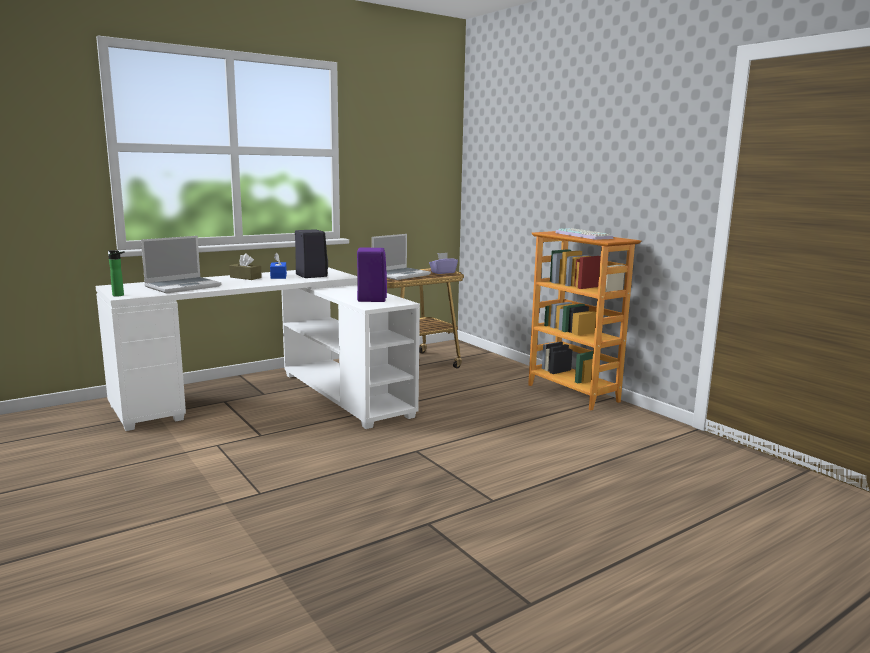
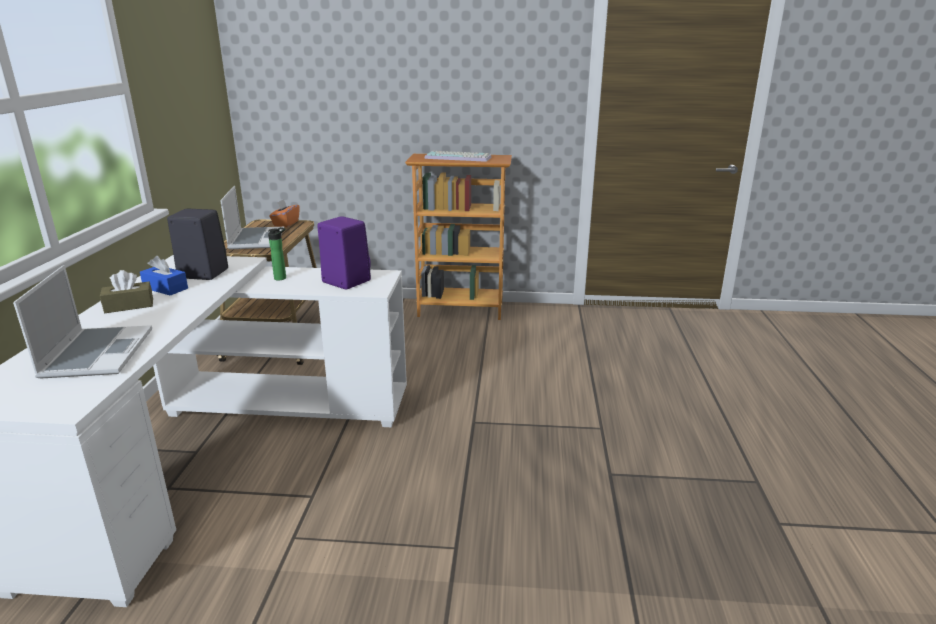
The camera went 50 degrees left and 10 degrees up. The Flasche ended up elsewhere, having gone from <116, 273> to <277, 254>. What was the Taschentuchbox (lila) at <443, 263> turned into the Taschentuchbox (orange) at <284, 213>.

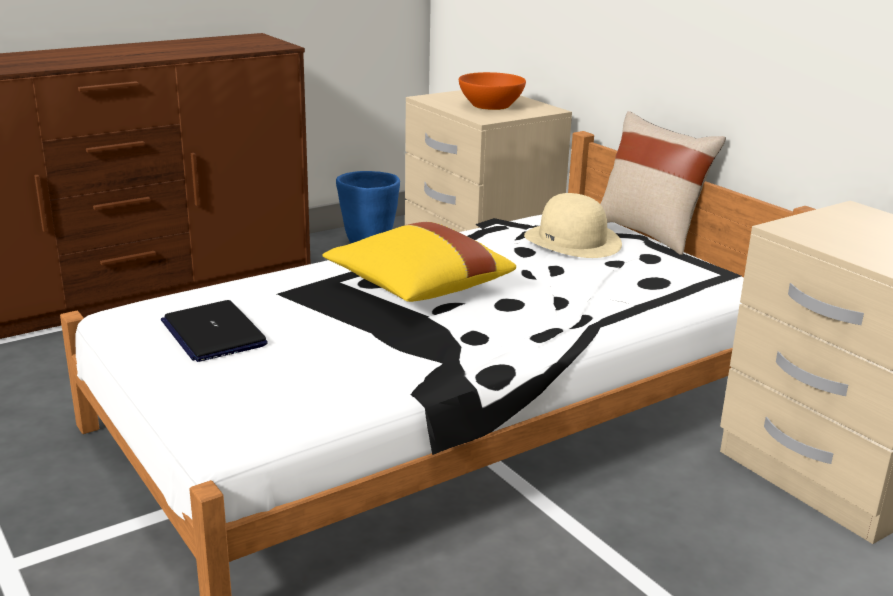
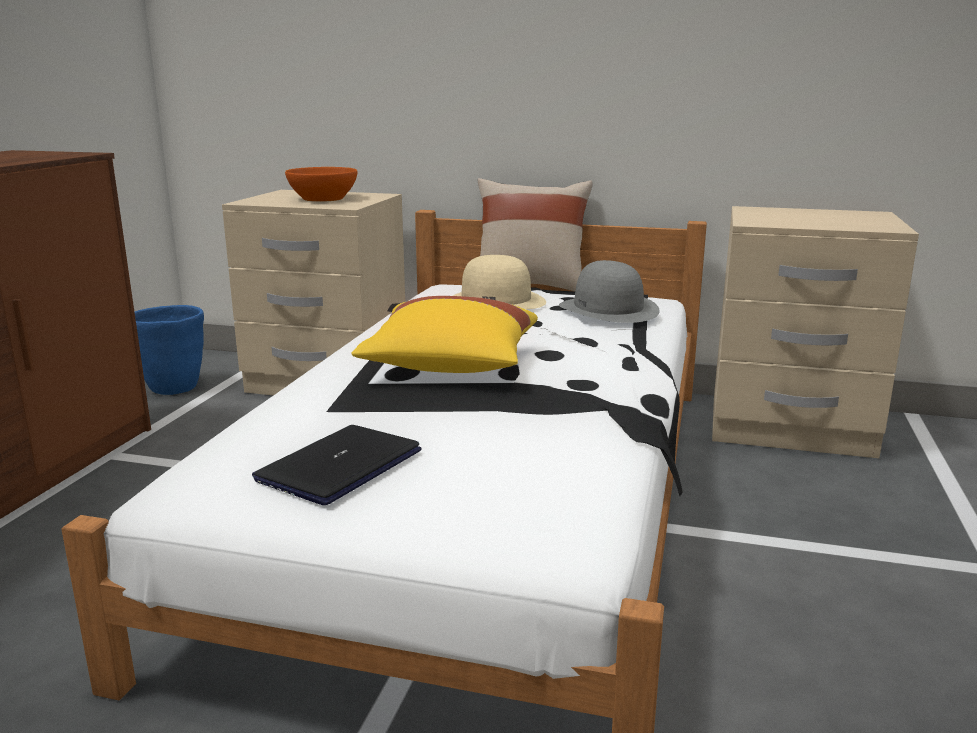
The camera went 40 degrees left and 5 degrees down. The second view gained the Hut (grau) at <609, 291>. The Laptop at <214, 331> ended up facing another way, 105 degrees clockwise from before.

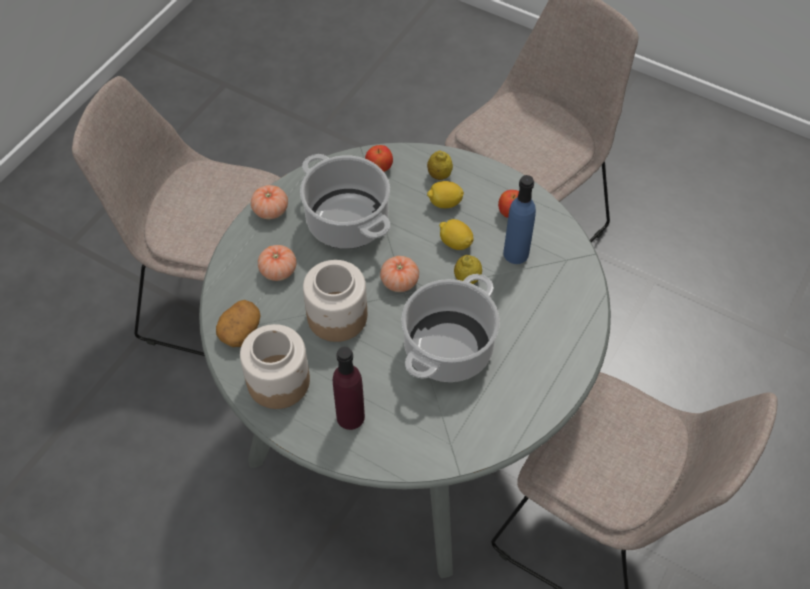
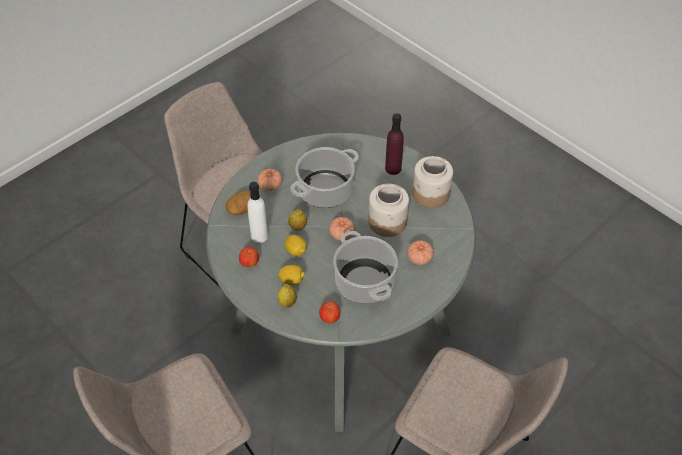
The camera went 165 degrees left and 5 degrees down. The Kartoffel ended up elsewhere, having gone from <238, 323> to <238, 202>. The Tomate ended up elsewhere, having gone from <269, 202> to <269, 180>. What was the Flasche (blau) at <519, 219> turned into the Flasche (weiß) at <257, 212>.

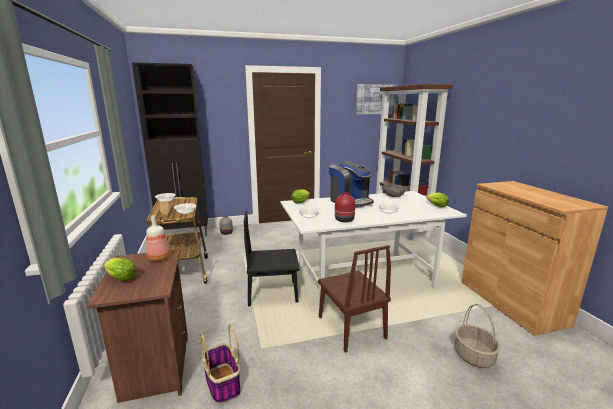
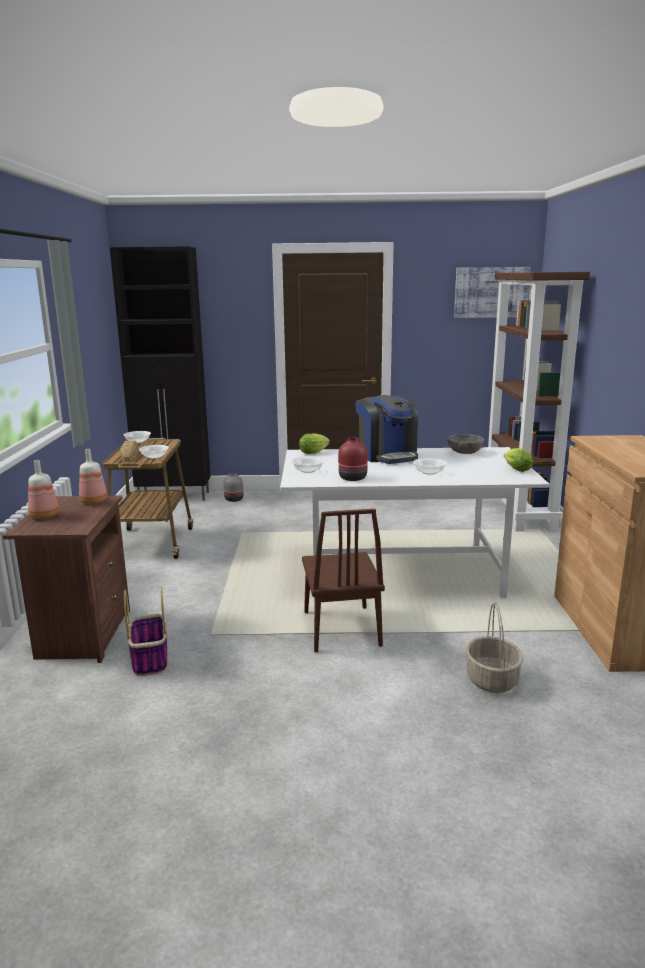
The camera went 15 degrees right and 0 degrees up. The second view lost the Stuhl (schwarz) at <272, 258>. Where the Salatkopf stood at <120, 269>, the Flasche came to stand at <43, 489>.

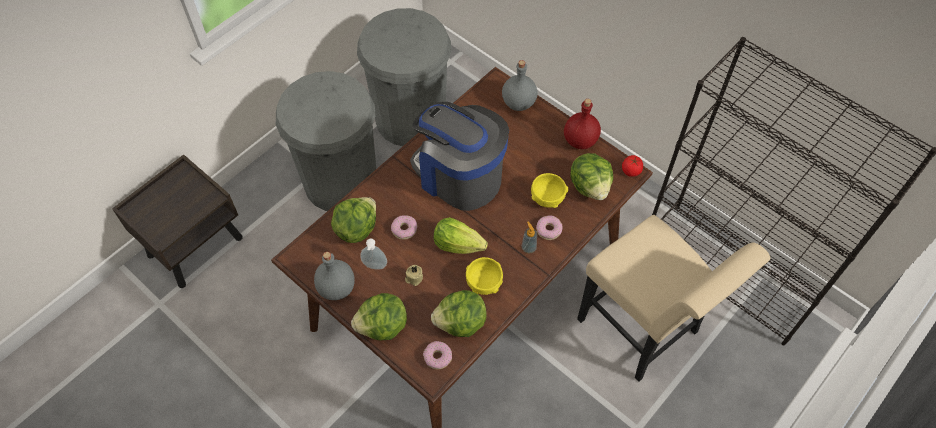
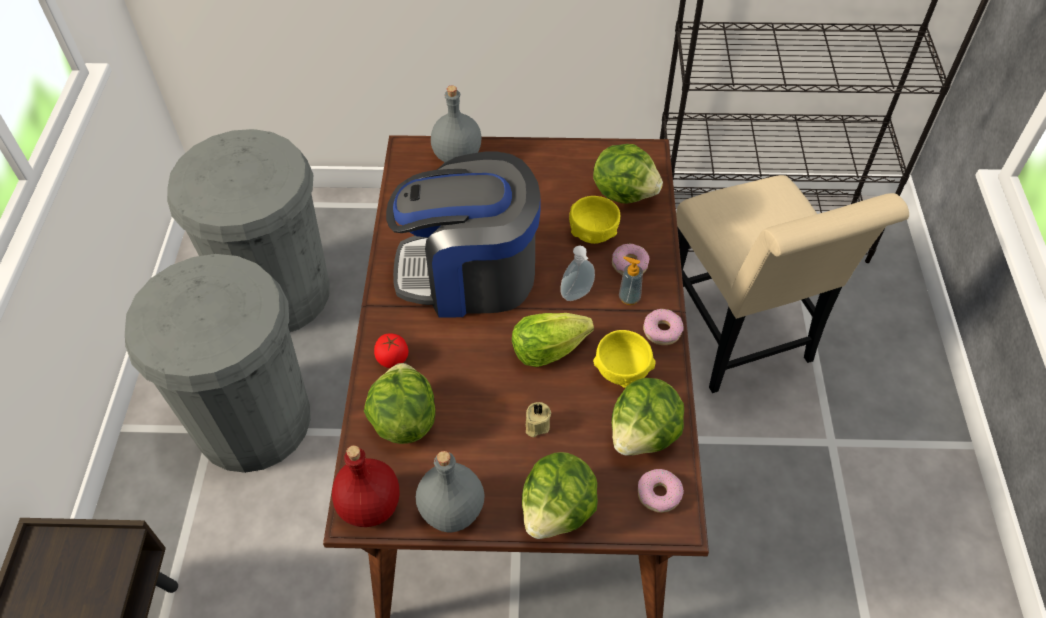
The camera went 40 degrees left and 5 degrees down. The Seifenspender ended up elsewhere, having gone from <373, 254> to <578, 273>. The Donut ended up elsewhere, having gone from <404, 227> to <663, 327>. The Flasche (rot) ended up elsewhere, having gone from <582, 124> to <366, 486>. The Tomate ended up elsewhere, having gone from <632, 166> to <391, 350>. The Stuhl (beige) at <673, 298> ended up facing another way, 60 degrees clockwise from before.

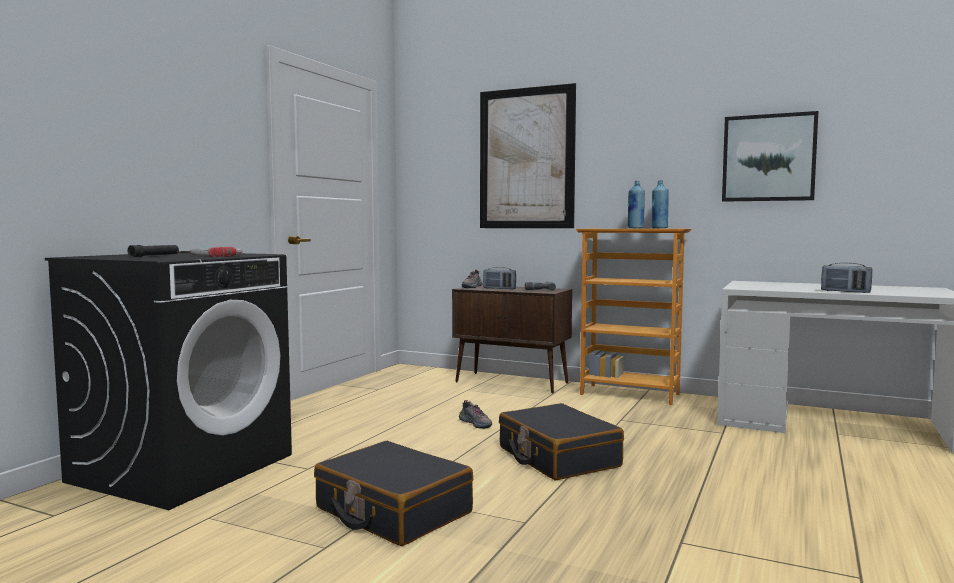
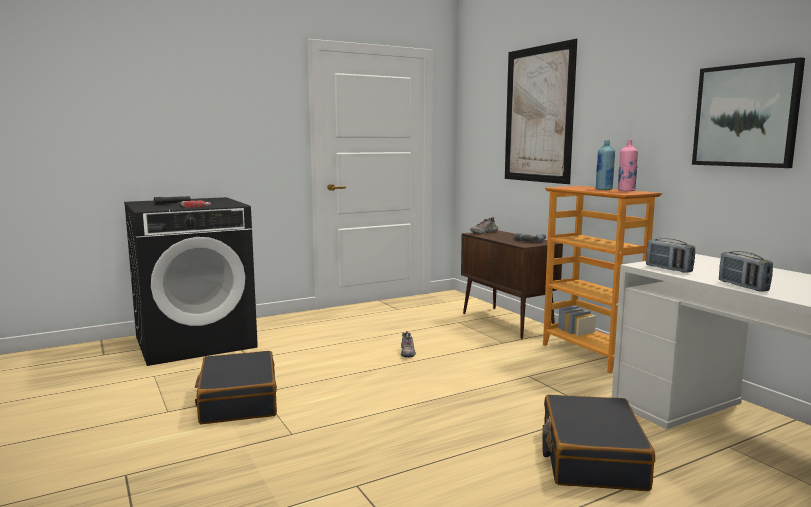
The camera went 35 degrees right and 5 degrees up. The Radio ended up elsewhere, having gone from <499, 278> to <670, 255>. The Koffer (schwarz) ended up elsewhere, having gone from <561, 441> to <598, 442>. What was the Flasche (blau) at <660, 204> turned into the Flasche (rosa) at <628, 165>.

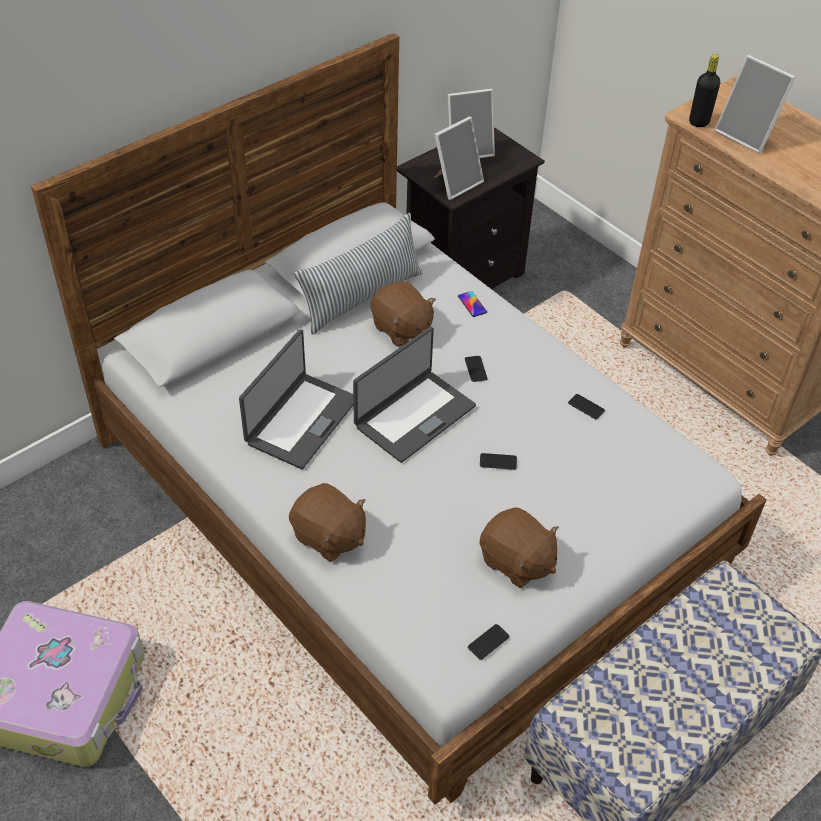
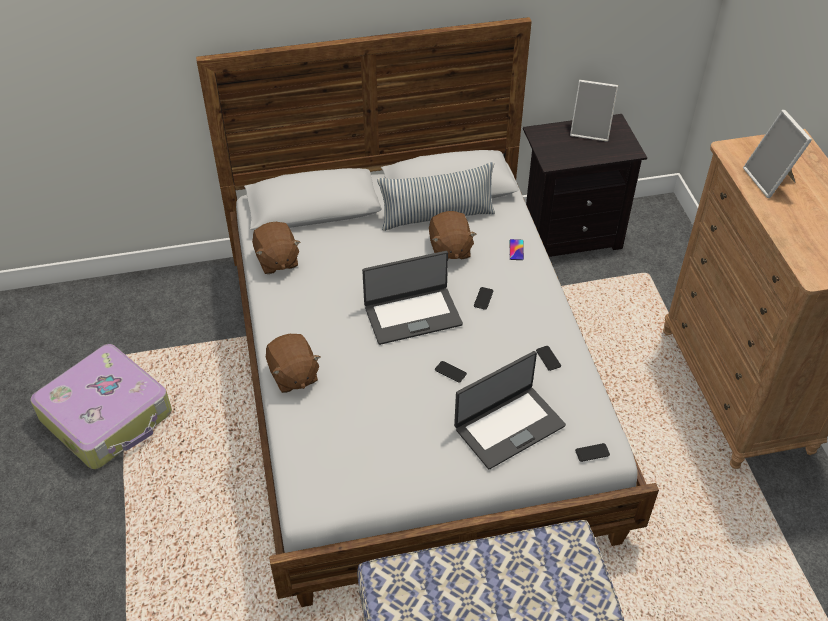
The camera went 30 degrees right and 0 degrees up. The second view lost the Bilderrahmen at <459, 158>. The second view lost the Flasche (schwarz) at <704, 90>. The Laptop ended up elsewhere, having gone from <296, 399> to <510, 410>. The Handy ended up elsewhere, having gone from <488, 642> to <592, 452>. The Plüschtier (braun) ended up elsewhere, having gone from <519, 548> to <276, 248>.

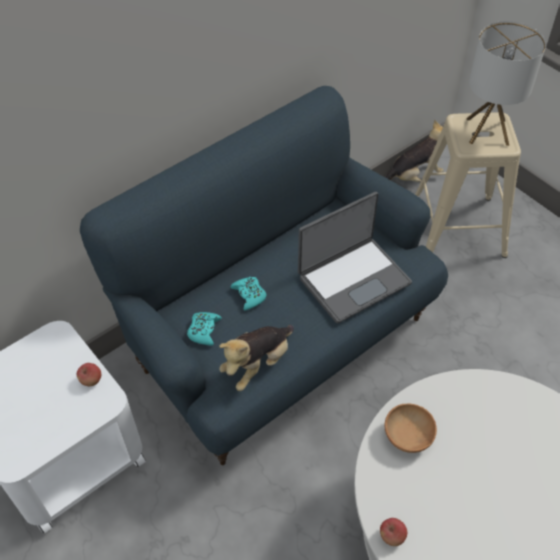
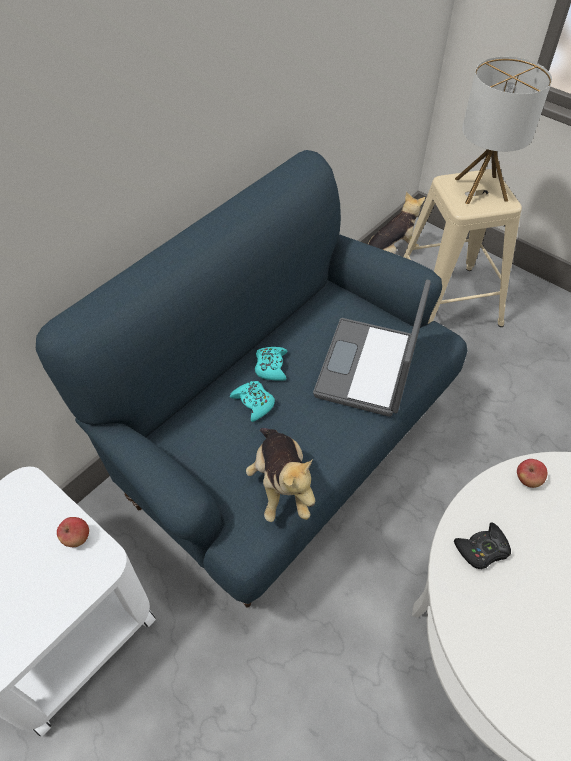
The camera went 10 degrees left and 0 degrees up. The Gamepad (türkis) ended up elsewhere, having gone from <204, 329> to <271, 364>. The Apfel ended up elsewhere, having gone from <393, 532> to <532, 473>. Where the Schüssel (braun) stood at <411, 428>, the Gamepad (schwarz) came to stand at <482, 546>. The Plüschtier at <256, 358> ended up facing another way, 45 degrees counterclockwise from before. The Laptop at <355, 257> ended up facing another way, 150 degrees clockwise from before.

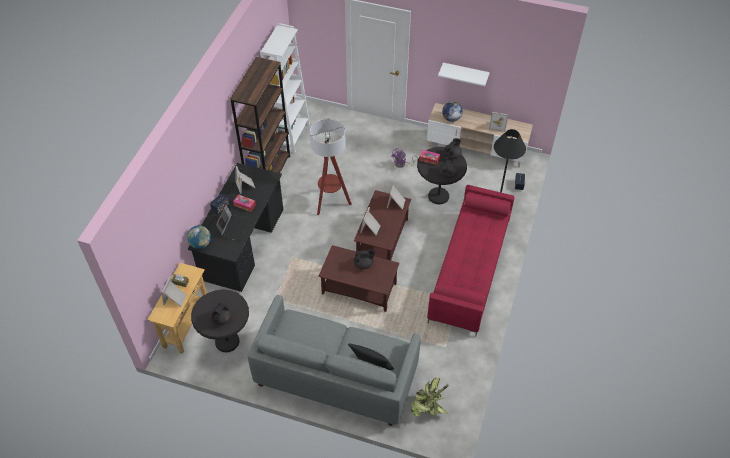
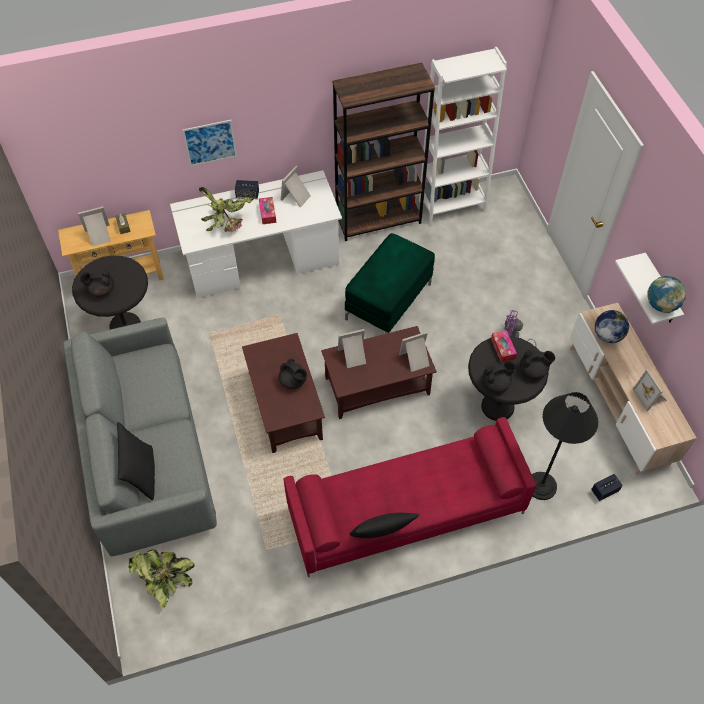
The camera went 55 degrees right and 5 degrees up. The second view gained the Bild at <210, 143>. The second view gained the Kissen (schwarz) at <384, 525>. The Globus ended up elsewhere, having gone from <199, 237> to <666, 294>. Where the Laptop stood at <232, 222>, the Topfpflanze came to stand at <226, 209>. Where the Stehlampe stood at <331, 166>, the Polsterhocker (grün) came to stand at <390, 283>. What was the Schreibtisch (schwarz) at <235, 227> turned into the Schreibtisch (weiß) at <256, 234>.

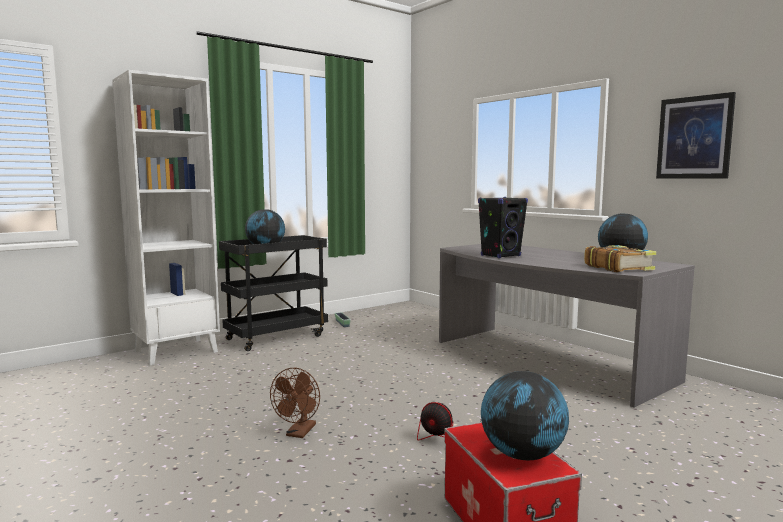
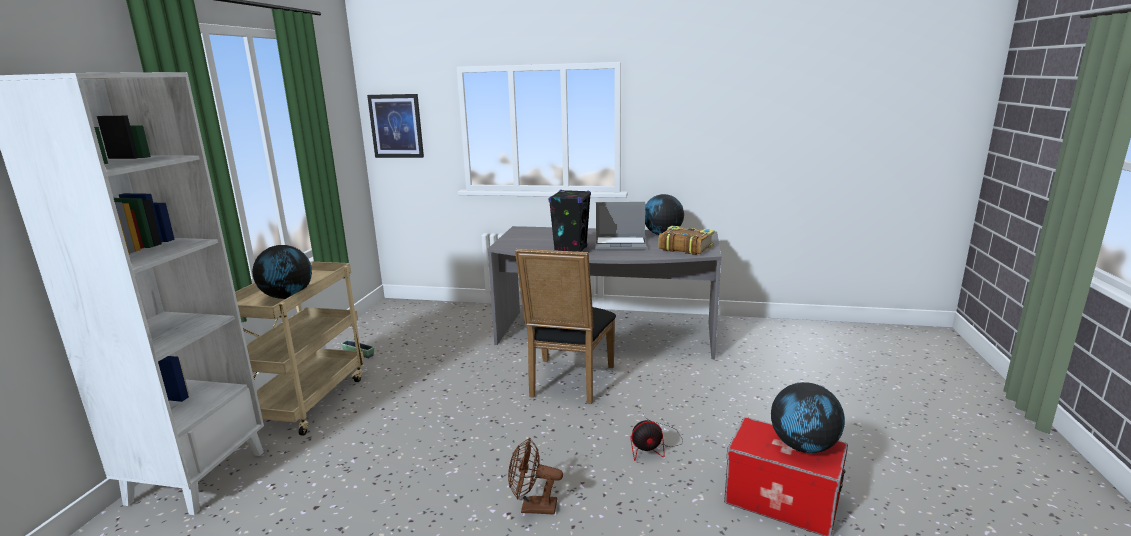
The camera went 40 degrees left and 10 degrees up. The second view gained the Stuhl (schwarz) at <565, 326>. The second view gained the Laptop at <621, 226>. The Bild ended up elsewhere, having gone from <696, 135> to <395, 126>. What was the Rollwagen (schwarz) at <273, 293> turned into the Rollwagen (beige) at <299, 348>. The Ventilator (braun) at <295, 403> ended up facing another way, 120 degrees clockwise from before.

